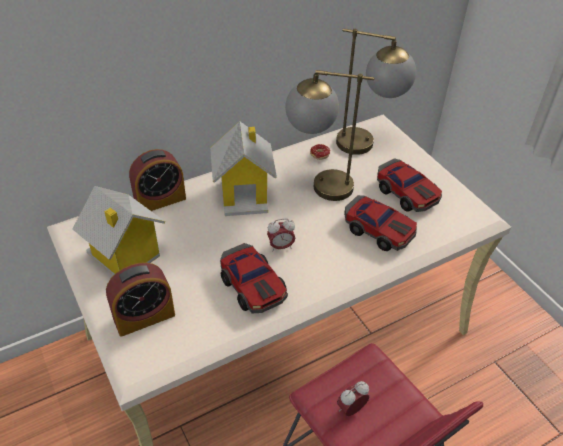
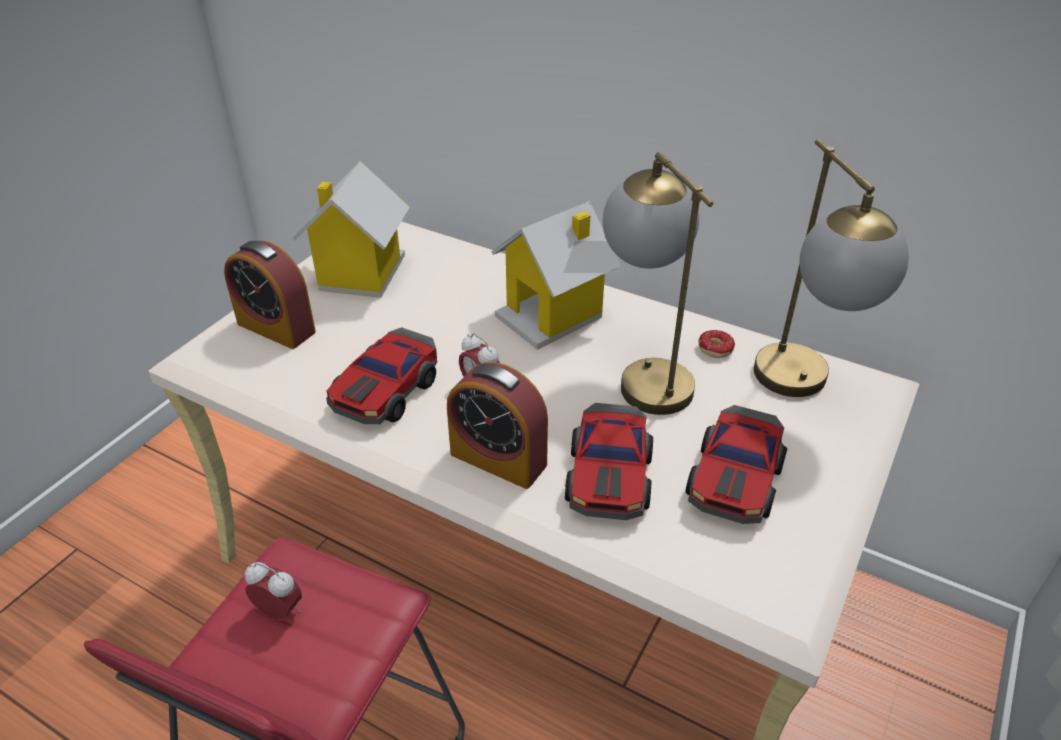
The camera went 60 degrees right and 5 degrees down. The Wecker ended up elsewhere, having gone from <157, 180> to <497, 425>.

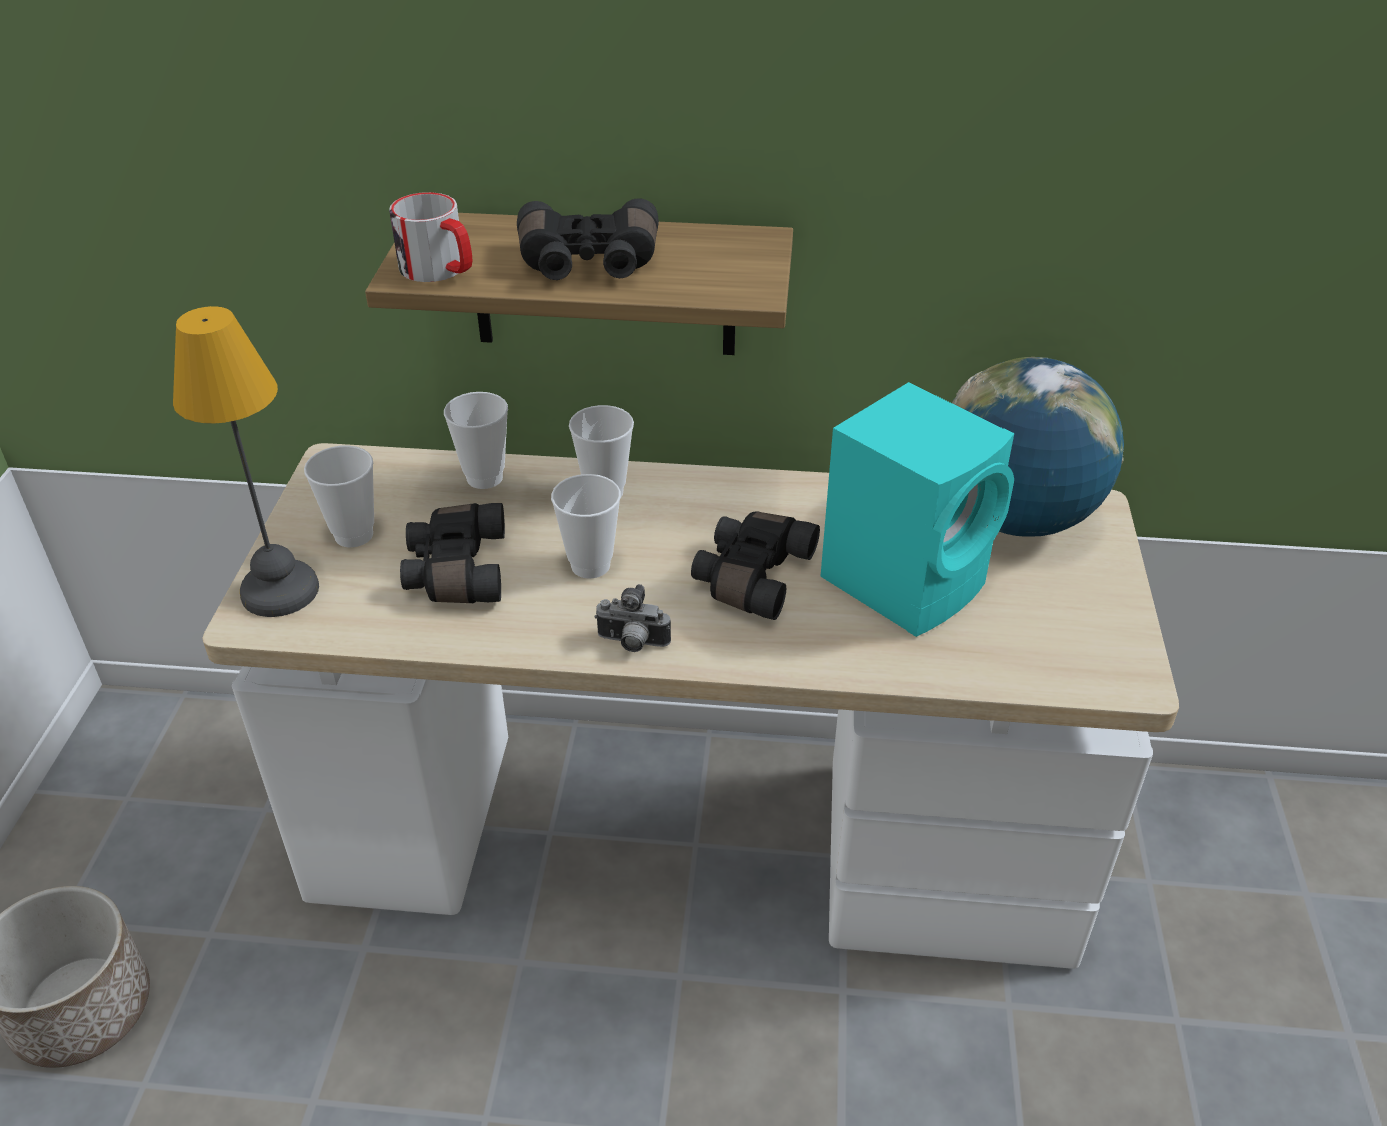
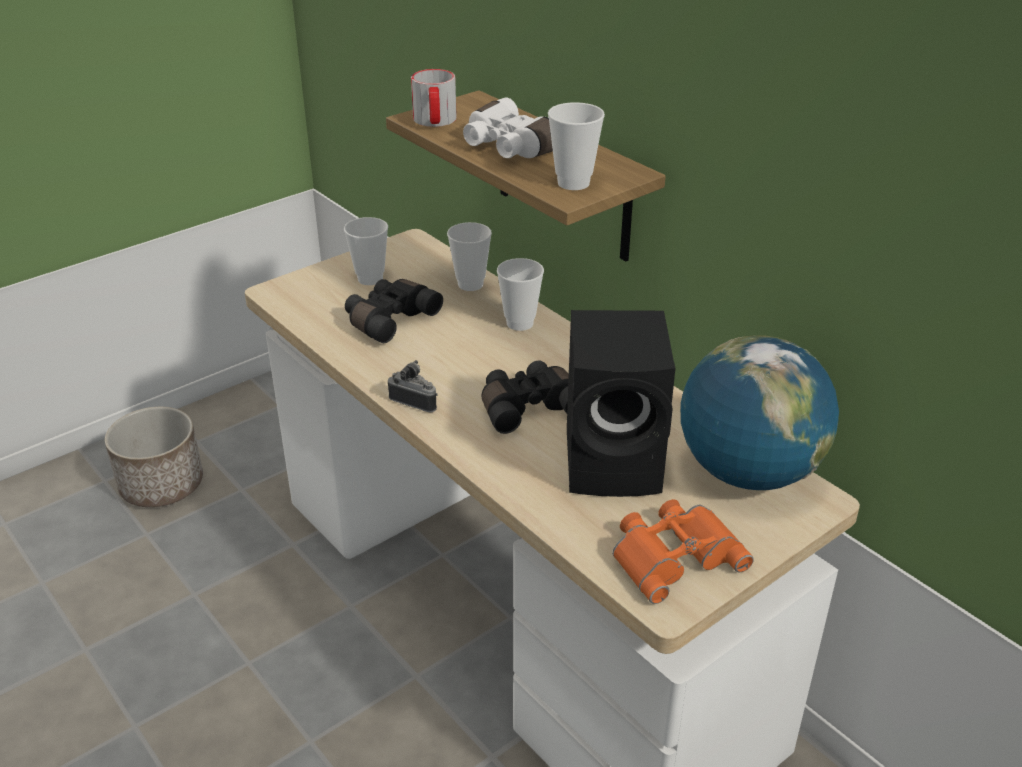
The camera went 45 degrees right and 5 degrees down. The second view lost the Tischlampe at <246, 461>. The second view gained the Fernglas (orange) at <683, 551>. The Tasse ended up elsewhere, having gone from <586, 526> to <576, 146>. What was the Fernglas (schwarz) at <588, 239> turned into the Fernglas (weiß) at <508, 127>. What was the Lautsprecher (türkis) at <917, 509> turned into the Lautsprecher (schwarz) at <621, 403>. The Kamera at <632, 618> ended up facing another way, 150 degrees clockwise from before.

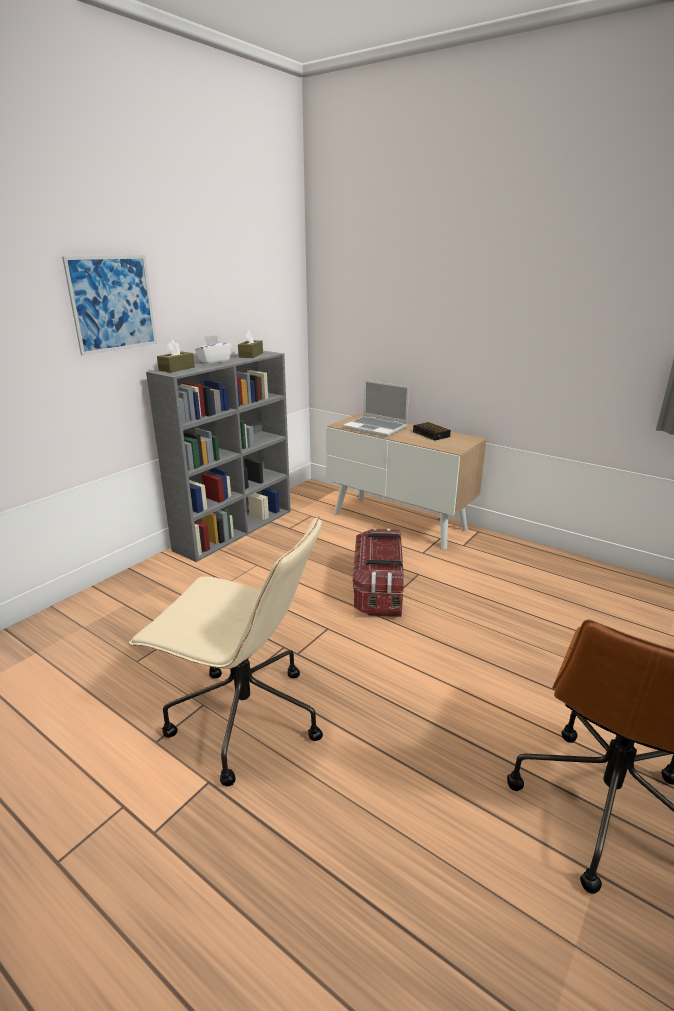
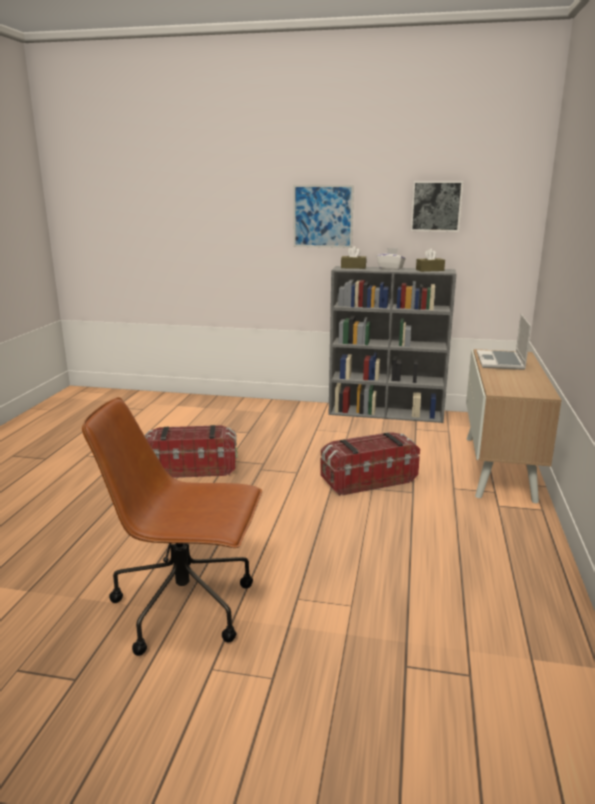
The camera went 65 degrees right and 5 degrees down. The second view lost the Wecker at <432, 431>. The second view gained the Bild at <436, 206>. Where the Bürostuhl (beige) stood at <226, 651>, the Aufbewahrungsbox came to stand at <191, 451>.

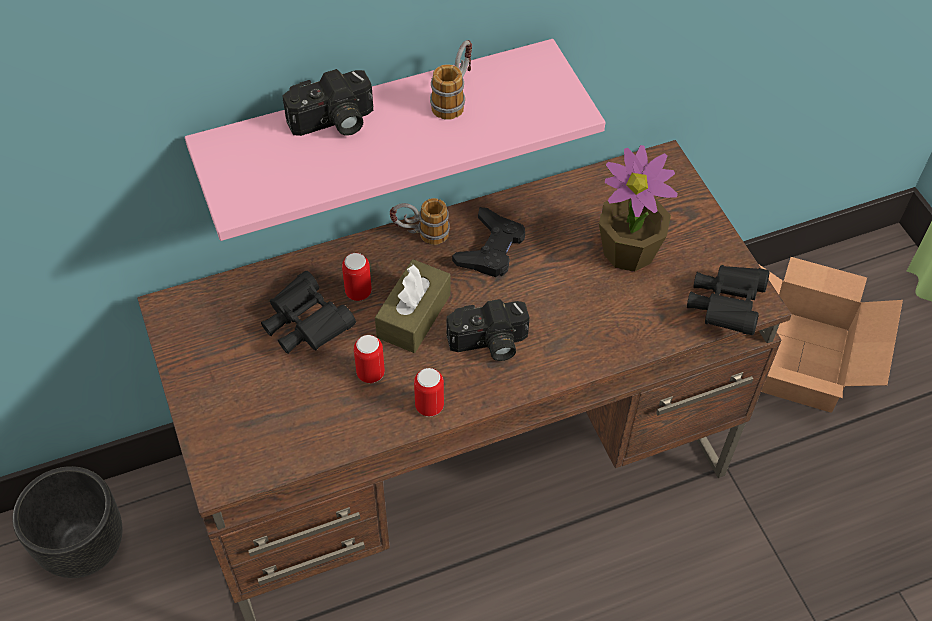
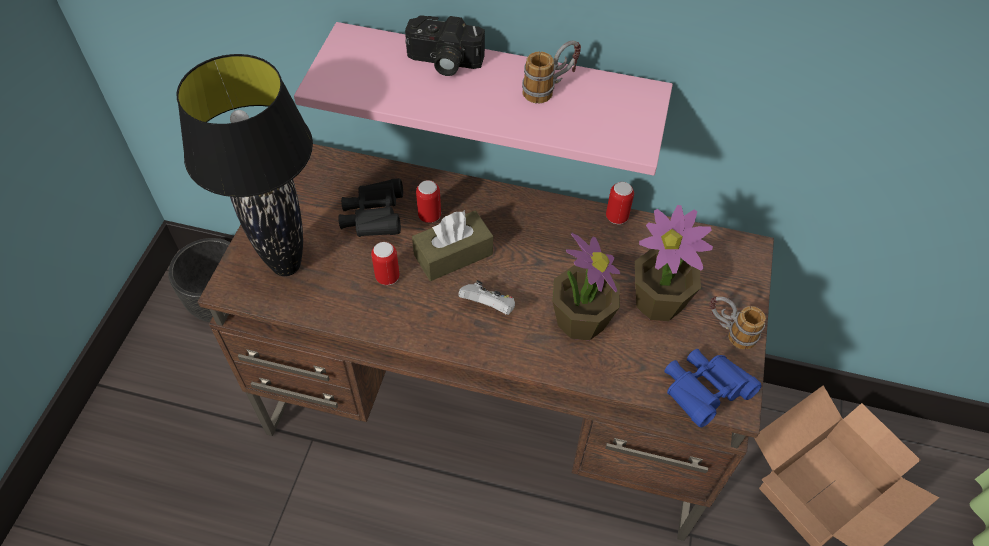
The camera went 35 degrees right and 0 degrees up. The second view lost the Gamepad (schwarz) at <488, 242>. The second view gained the Tischlampe (schwarz) at <245, 165>. The second view gained the Topfpflanze at <586, 286>. The Henkelbecher ended up elsewhere, having gone from <420, 221> to <738, 322>. The Dose ended up elsewhere, having gone from <429, 392> to <620, 203>. Where the Kamera stood at <488, 330>, the Gamepad (weiß) came to stand at <486, 297>. What was the Fernglas (schwarz) at <728, 300> turned into the Fernglas (blau) at <713, 388>.

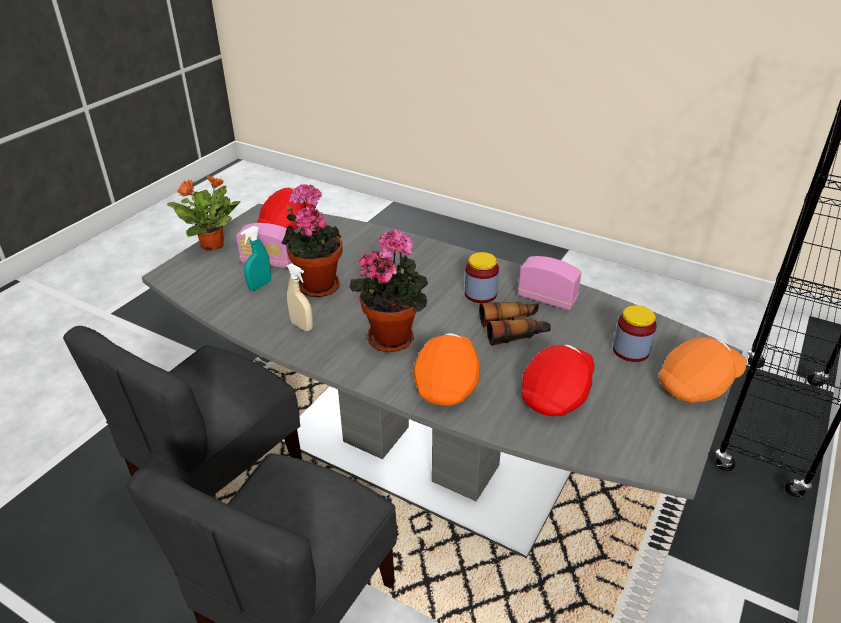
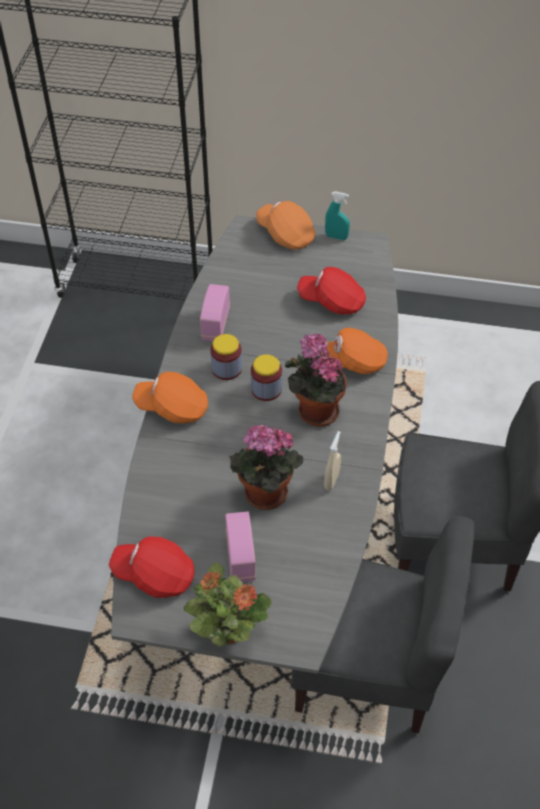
The camera went 110 degrees left and 15 degrees up. The second view lost the Fernglas at <515, 324>. The second view gained the Kappe (orange) at <170, 397>. The Sprühflasche (türkis) ended up elsewhere, having gone from <256, 258> to <337, 215>. The Vorratsglas ended up elsewhere, having gone from <635, 333> to <266, 377>.

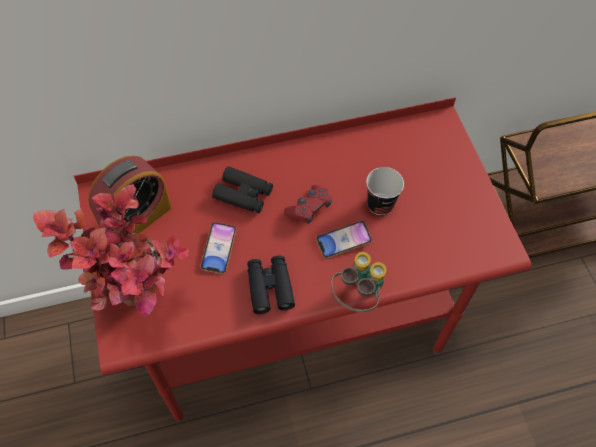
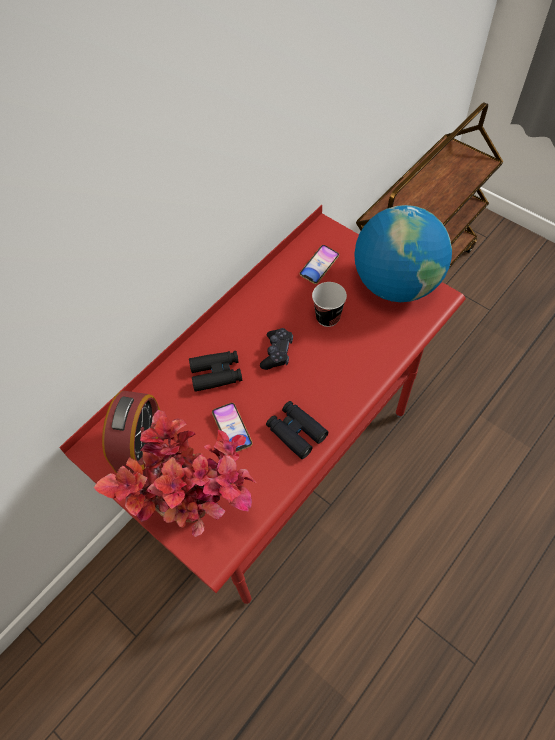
The camera went 30 degrees left and 0 degrees up. The second view lost the Fernglas at <359, 282>. The second view gained the Globus at <403, 253>. The Handy ended up elsewhere, having gone from <344, 239> to <319, 264>. What was the Gamepad (rot) at <308, 204> turned into the Gamepad (schwarz) at <276, 349>.

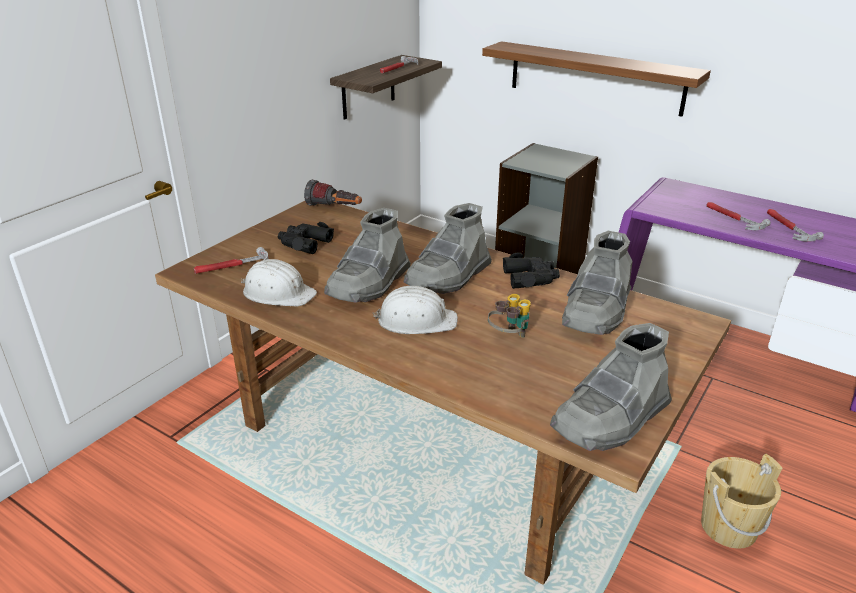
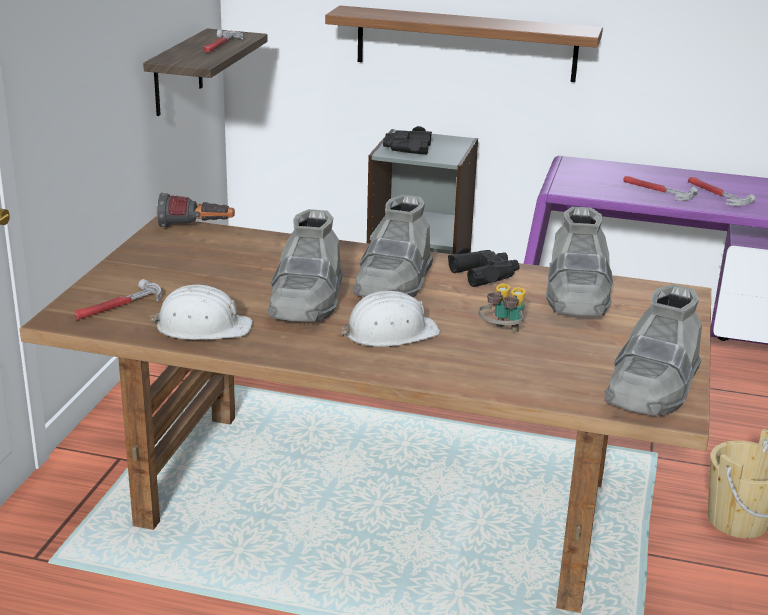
The camera went 20 degrees left and 5 degrees down. The Fernglas (schwarz) ended up elsewhere, having gone from <306, 238> to <407, 140>.

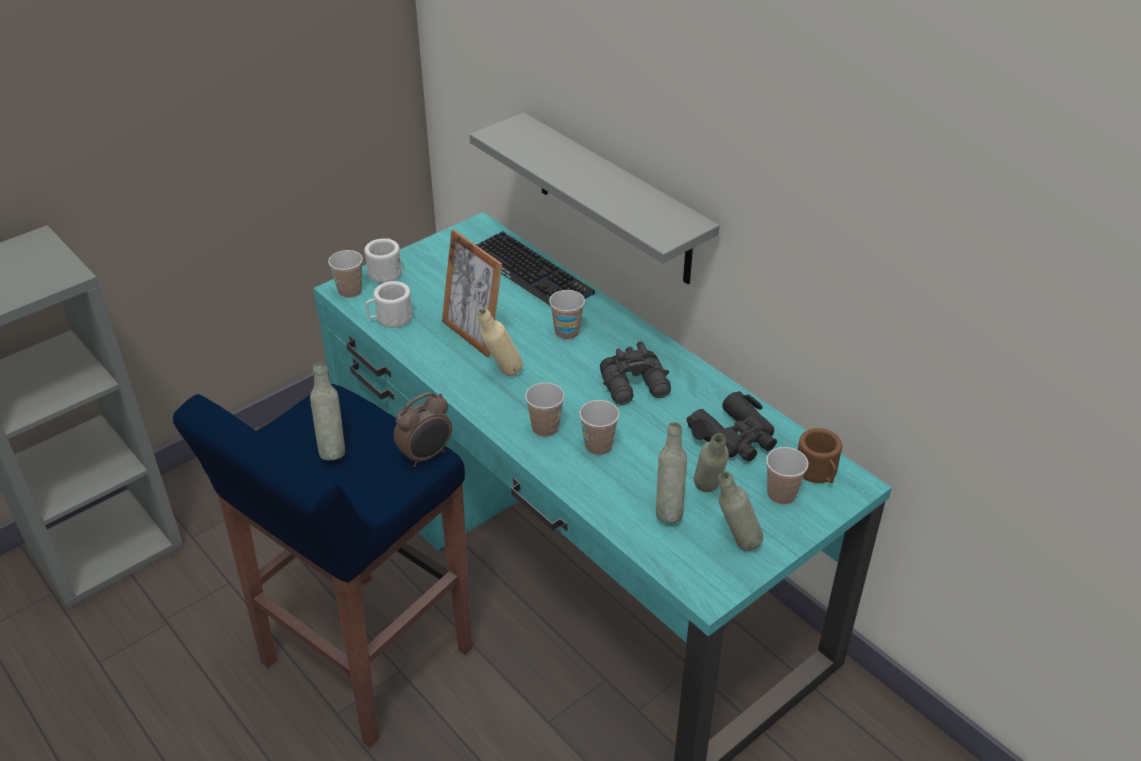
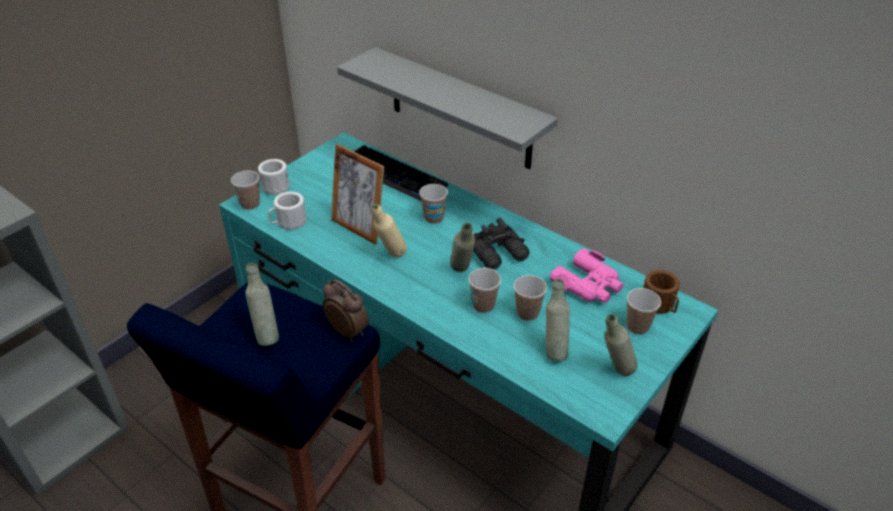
The camera went 10 degrees left and 0 degrees up. The Tasse ended up elsewhere, having gone from <544, 409> to <530, 298>. The Flasche (grau) ended up elsewhere, having gone from <711, 463> to <462, 247>. What was the Fernglas (schwarz) at <731, 426> turned into the Fernglas (rosa) at <587, 275>. The Wecker at <422, 429> ended up facing another way, 90 degrees counterclockwise from before.

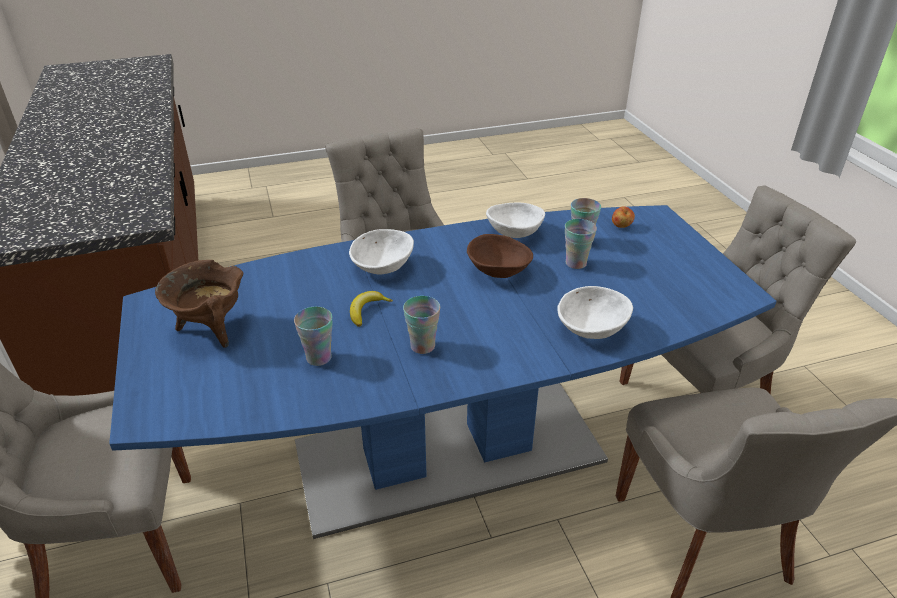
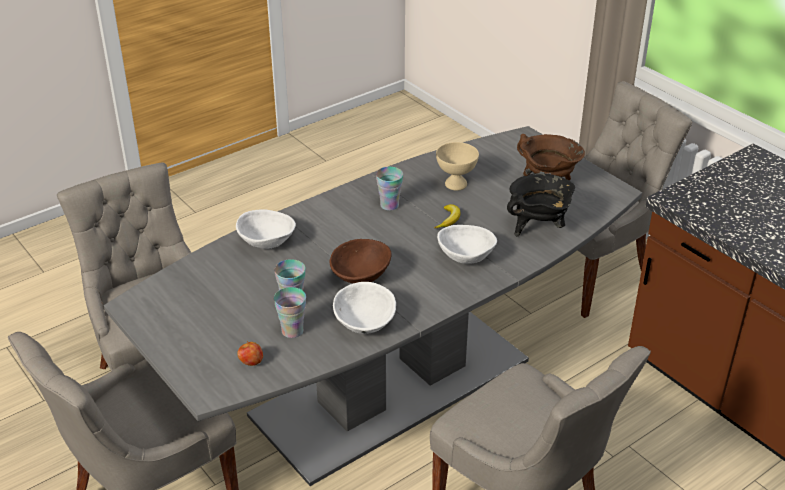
The camera went 160 degrees right and 0 degrees up. The second view gained the Kochtopf (schwarz) at <541, 205>. Where the Tasse stood at <313, 336>, the Schüssel (beige) came to stand at <457, 166>. What was the Esstisch (blau) at <443, 372> turned into the Esstisch (grau) at <373, 306>.

